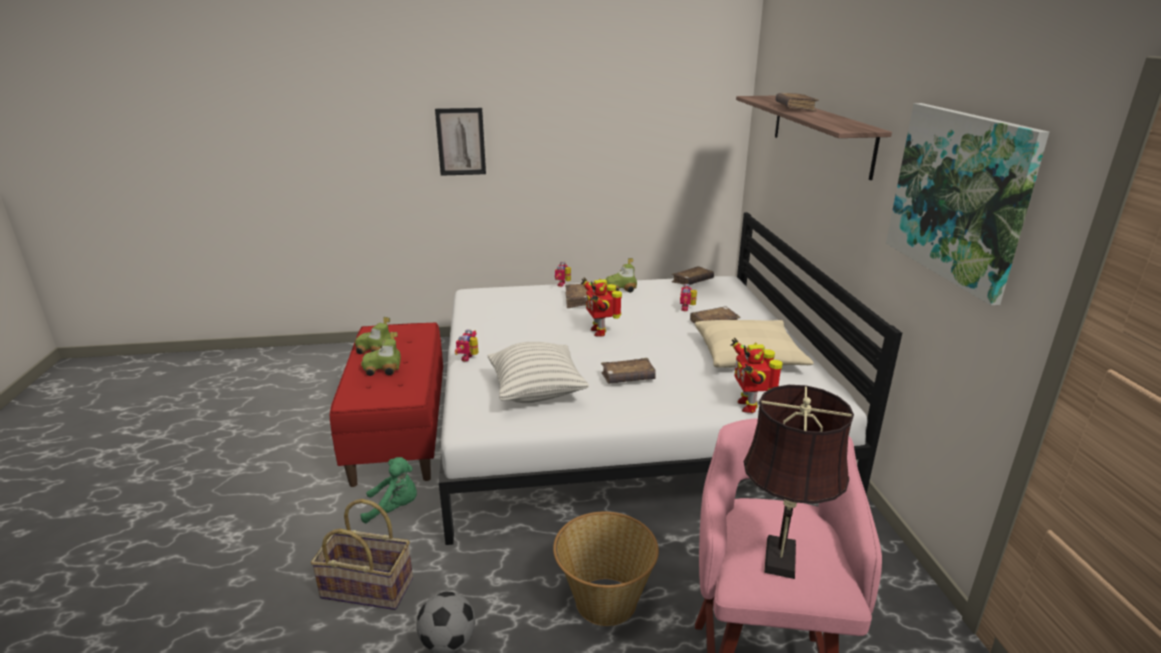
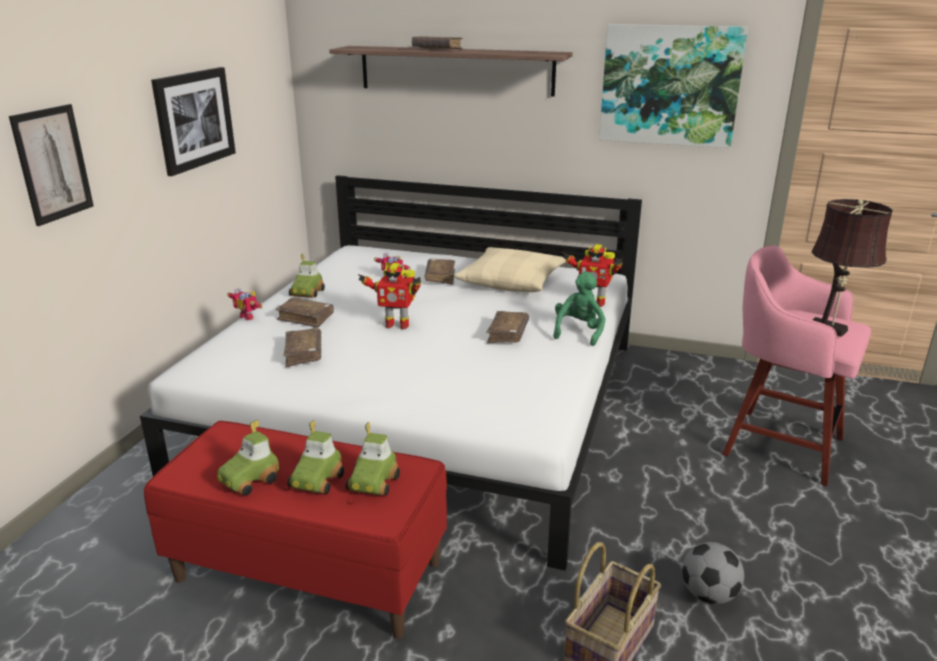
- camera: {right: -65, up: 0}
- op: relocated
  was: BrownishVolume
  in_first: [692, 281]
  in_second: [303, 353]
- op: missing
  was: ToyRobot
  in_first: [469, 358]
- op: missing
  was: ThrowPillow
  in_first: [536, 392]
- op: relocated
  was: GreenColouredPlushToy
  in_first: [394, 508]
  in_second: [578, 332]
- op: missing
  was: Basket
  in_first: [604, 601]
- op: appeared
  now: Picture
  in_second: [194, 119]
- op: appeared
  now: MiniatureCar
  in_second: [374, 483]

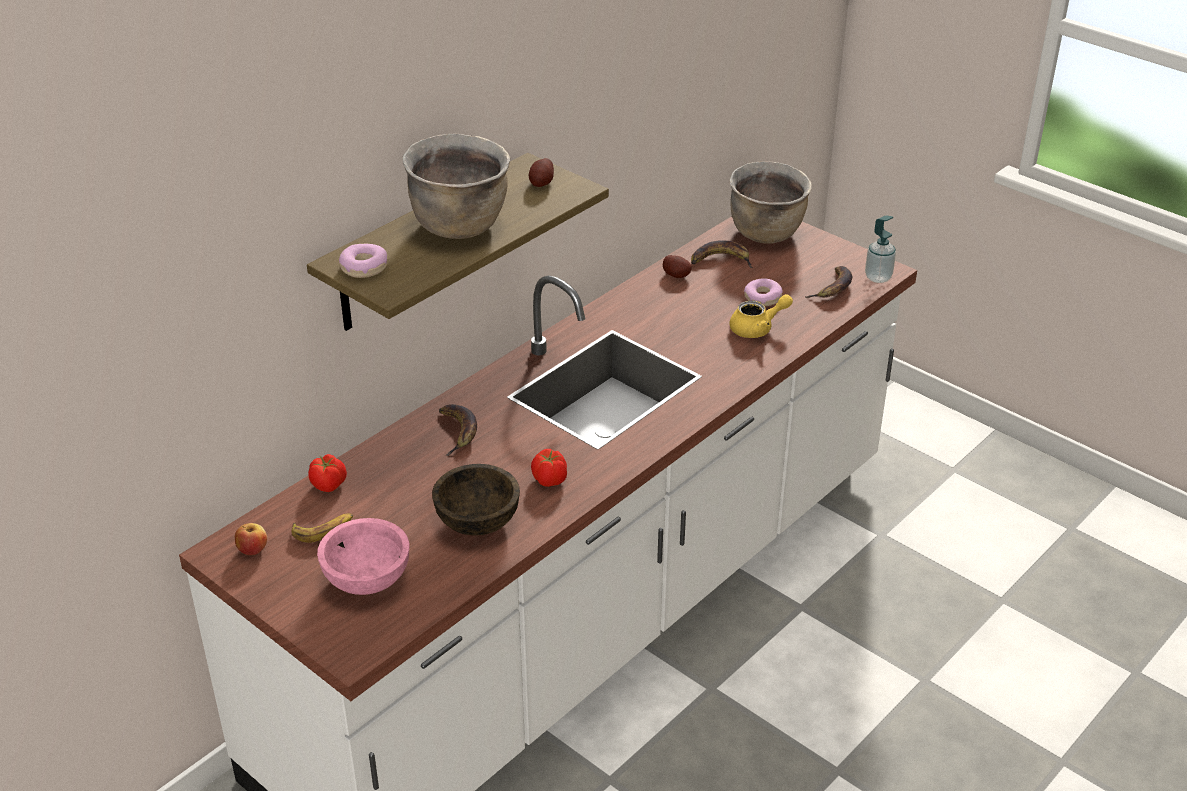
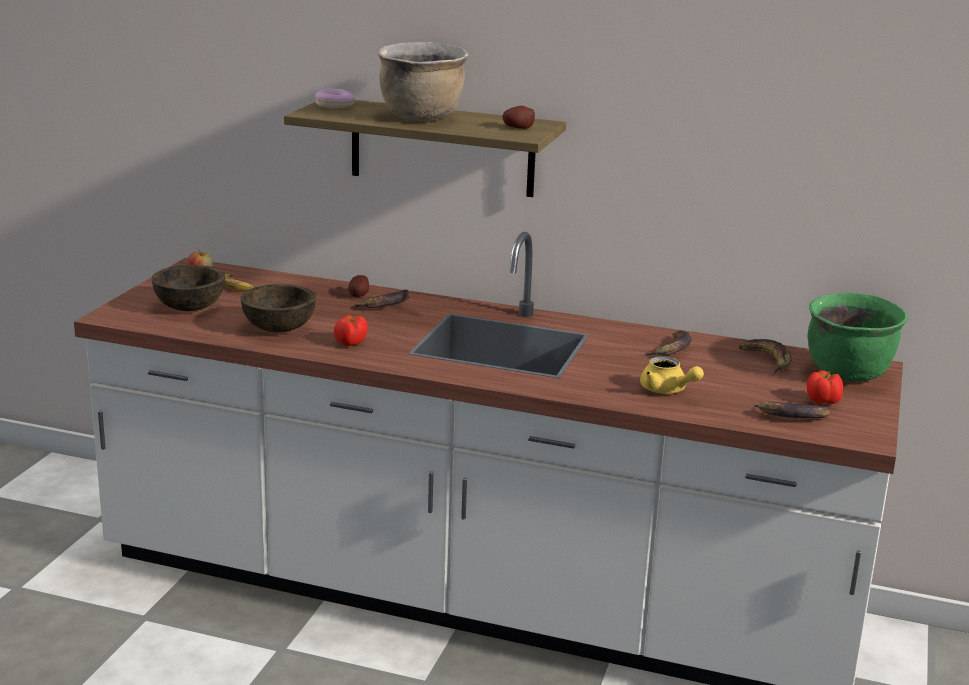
- camera: {right: 65, up: -15}
- op: colour
  was: BrownishCookingPot
  now: GreenColouredCookingPot
  in_first: [766, 233]
  in_second: [848, 374]
- op: missing
  was: SoapDispenser
  in_first: [878, 277]
- op: relocated
  was: Spud
  in_first: [677, 274]
  in_second: [359, 295]
- op: missing
  was: Doughnut
  in_first: [762, 298]
- op: relocated
  was: WholeTomato
  in_first: [329, 485]
  in_second: [823, 401]
- op: colour
  was: PinkishDeepDish
  now: BrownishDeepDish
  in_first: [367, 578]
  in_second: [190, 307]
- op: appeared
  now: WholeBanana
  in_second: [671, 350]

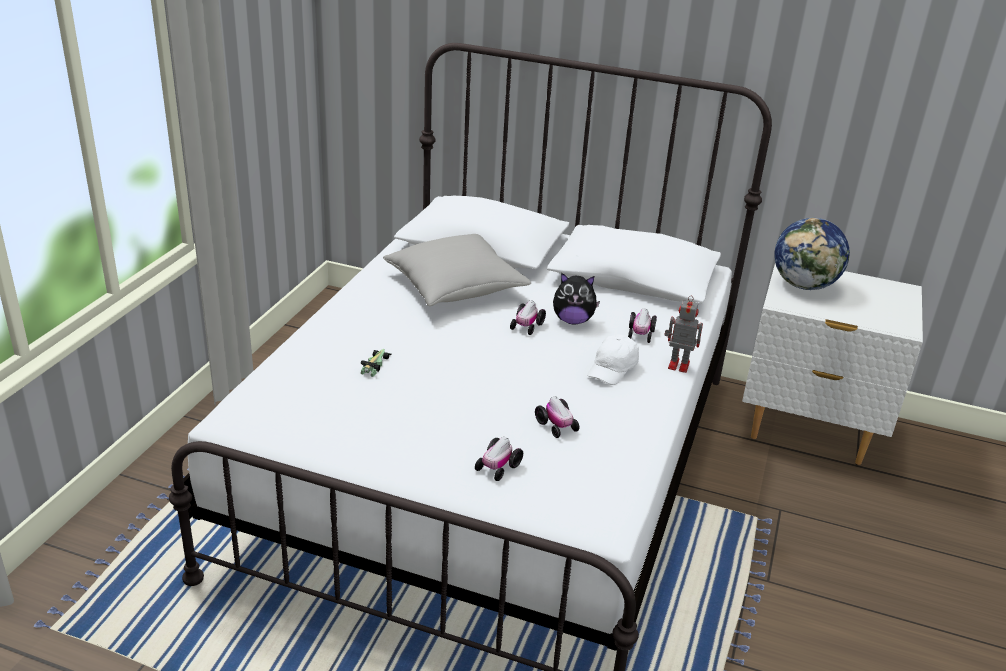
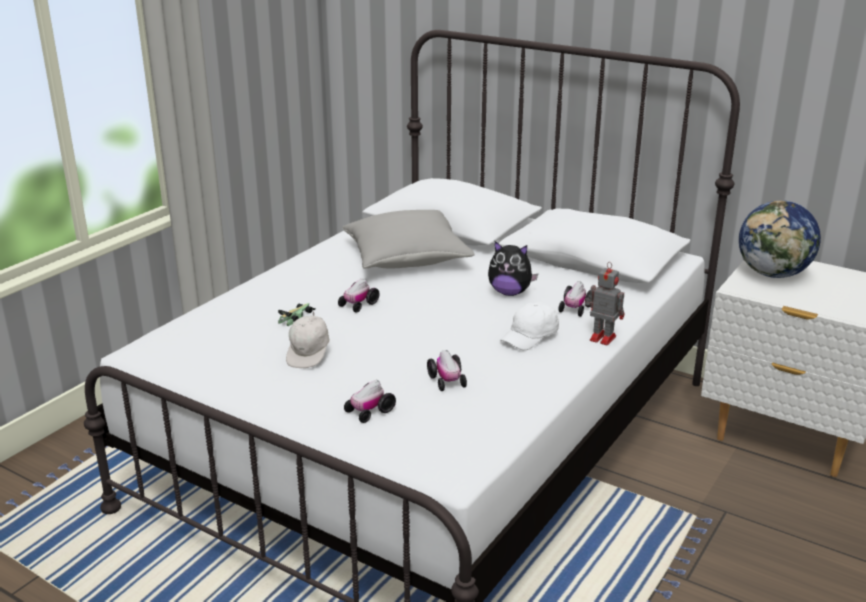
- camera: {right: 15, up: -5}
- op: relocated
  was: MiniatureCar
  in_first: [526, 326]
  in_second: [358, 304]
- op: appeared
  now: WhiteColouredPeakedCap
  in_second: [309, 354]

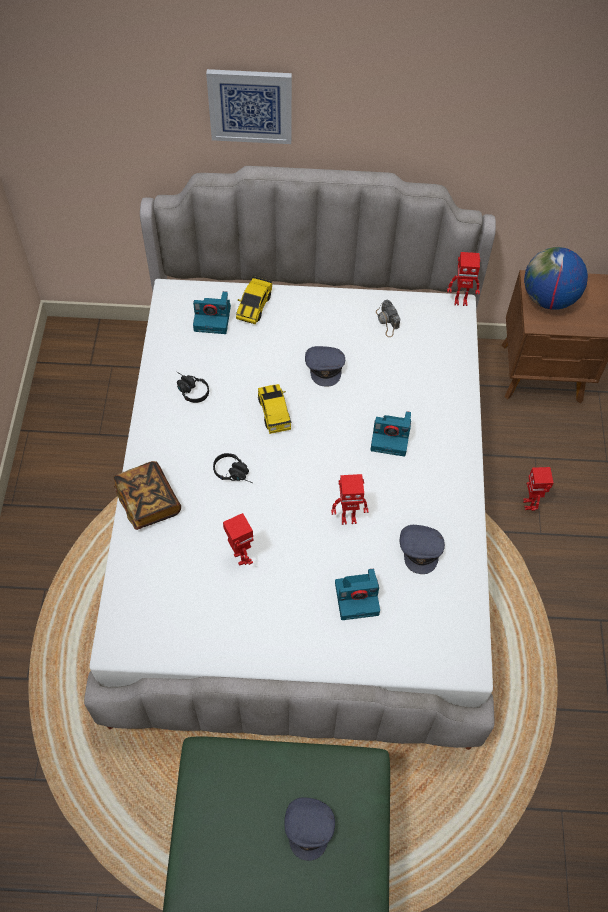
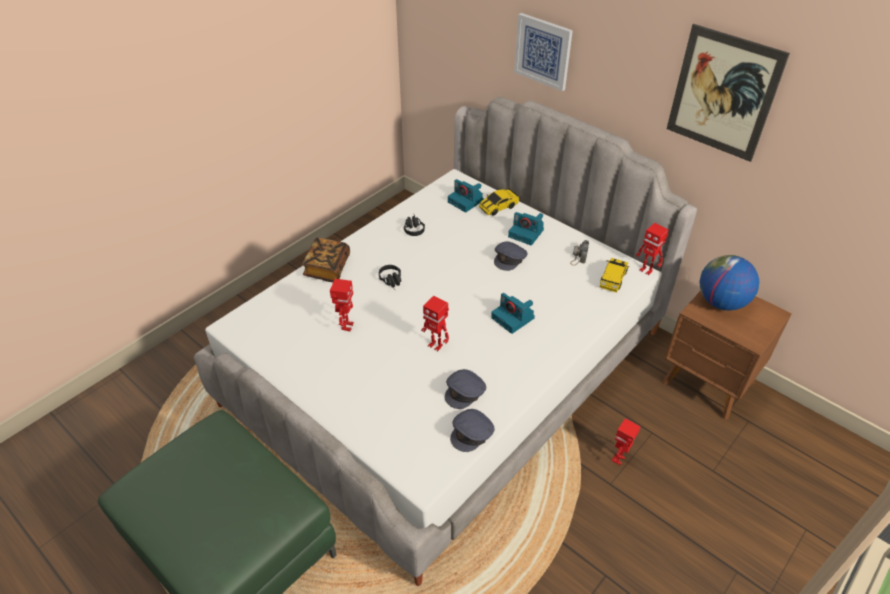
- camera: {right: 40, up: -15}
- op: relocated
  was: MiniatureCar
  in_first: [274, 412]
  in_second: [613, 279]
- op: relocated
  was: StillCamera
  in_first: [358, 597]
  in_second: [527, 233]
- op: relocated
  was: GrayPeakedCap
  in_first: [309, 828]
  in_second: [472, 433]
- op: appeared
  now: Picture
  in_second: [723, 93]

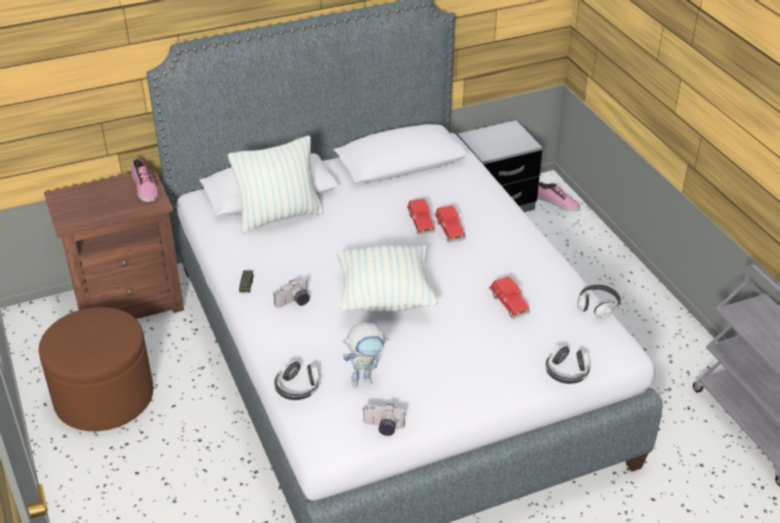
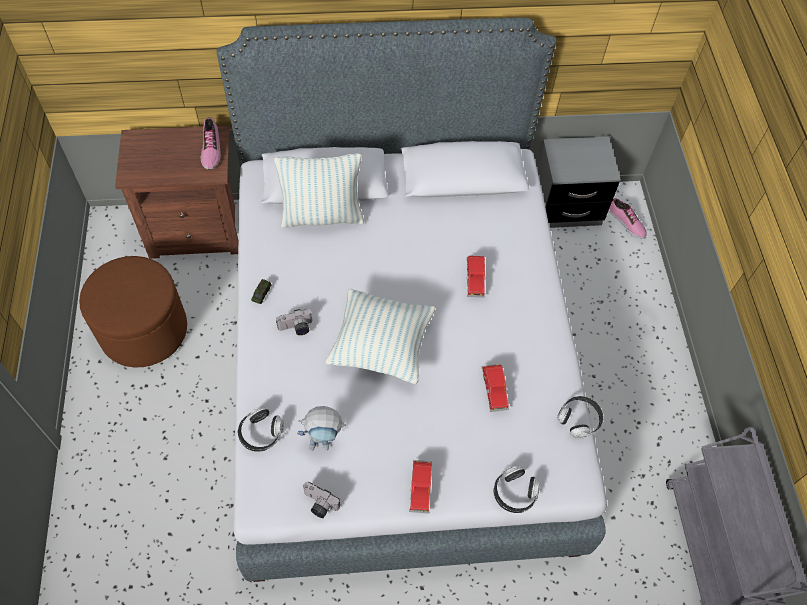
- camera: {right: 15, up: 20}
- op: relocated
  was: ReddishMiniatureCar
  in_first: [420, 223]
  in_second: [420, 488]

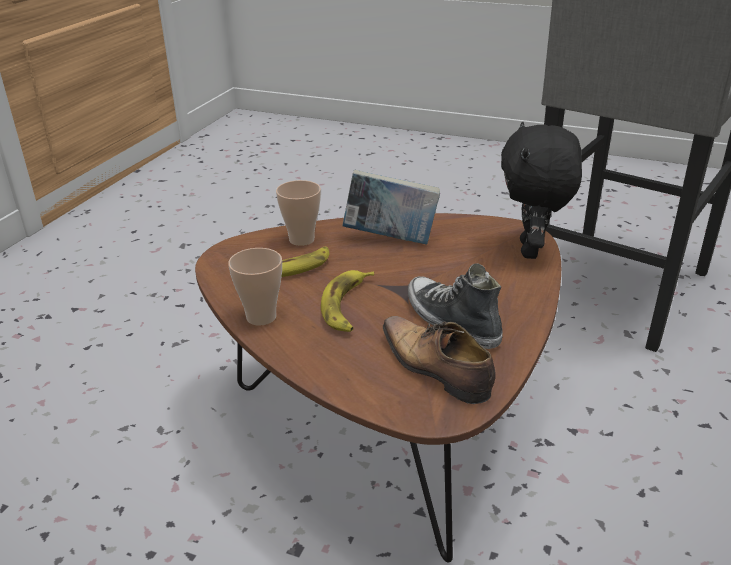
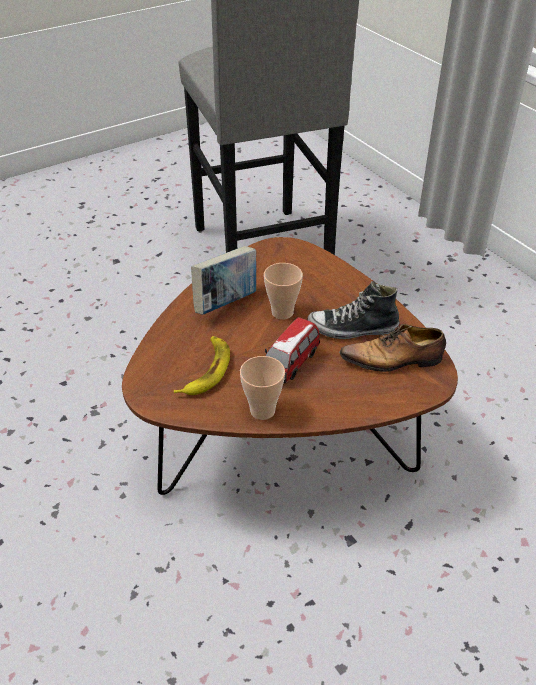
- camera: {right: -55, up: 10}
- op: missing
  was: BlackColouredPlushToy
  in_first: [532, 250]
- op: relocated
  was: Cup
  in_first: [301, 240]
  in_second: [282, 312]
- op: exchanged
  was: WholeBanana
  now: MiniatureCar
  in_first: [347, 306]
  in_second: [291, 364]

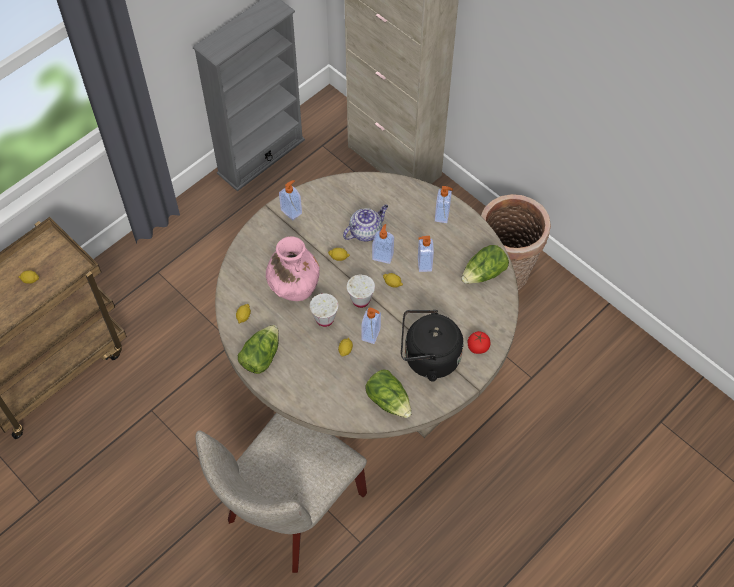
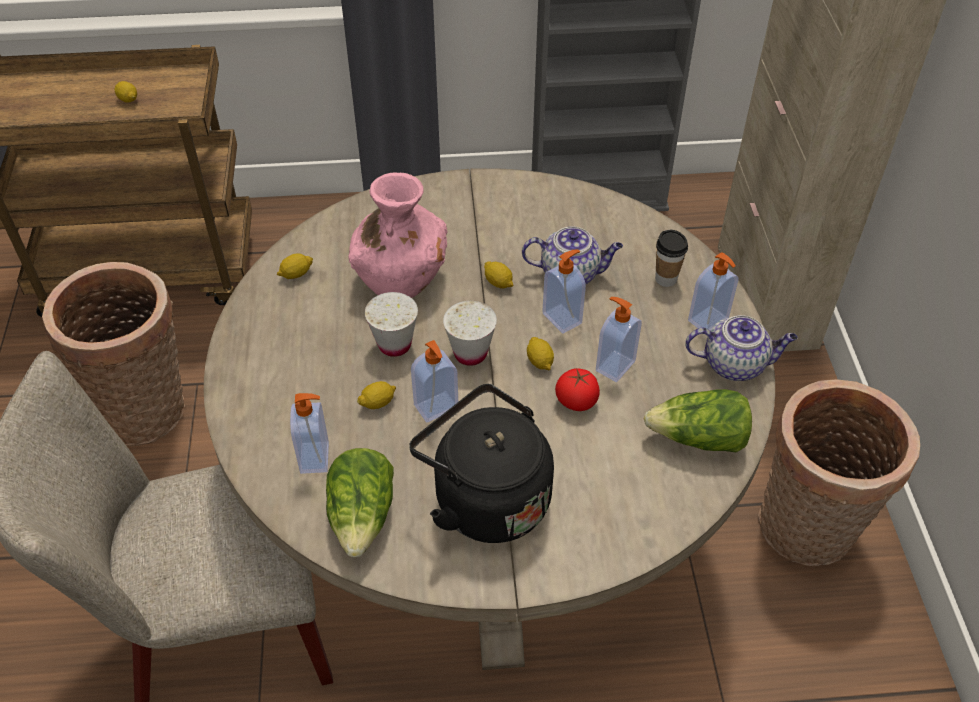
- camera: {right: 40, up: -10}
- op: relocated
  was: SoapDispenser
  in_first: [292, 211]
  in_second: [316, 457]
- op: missing
  was: Lettuce
  in_first: [260, 356]
- op: relocated
  was: WholeTomato
  in_first: [477, 347]
  in_second: [576, 401]
- op: appeared
  now: Cup
  in_second: [666, 279]
- op: appeared
  now: Basket
  in_second: [147, 409]
- op: appeared
  now: PotForTea
  in_second: [735, 364]

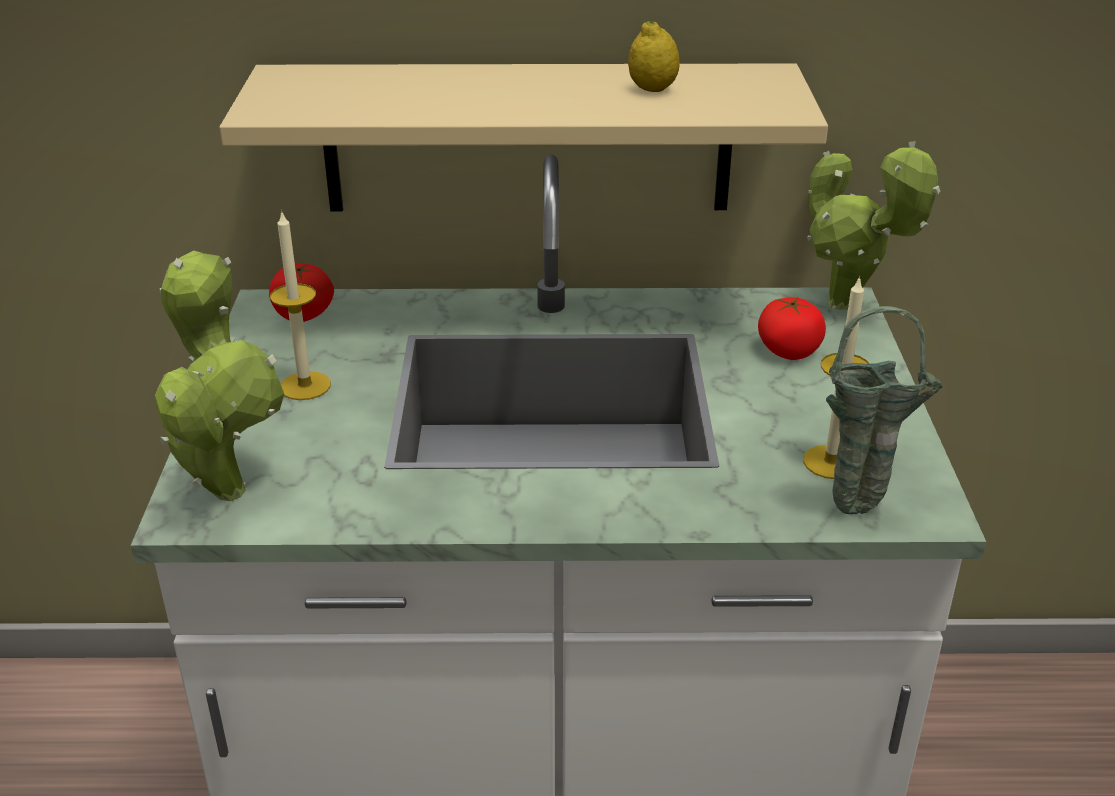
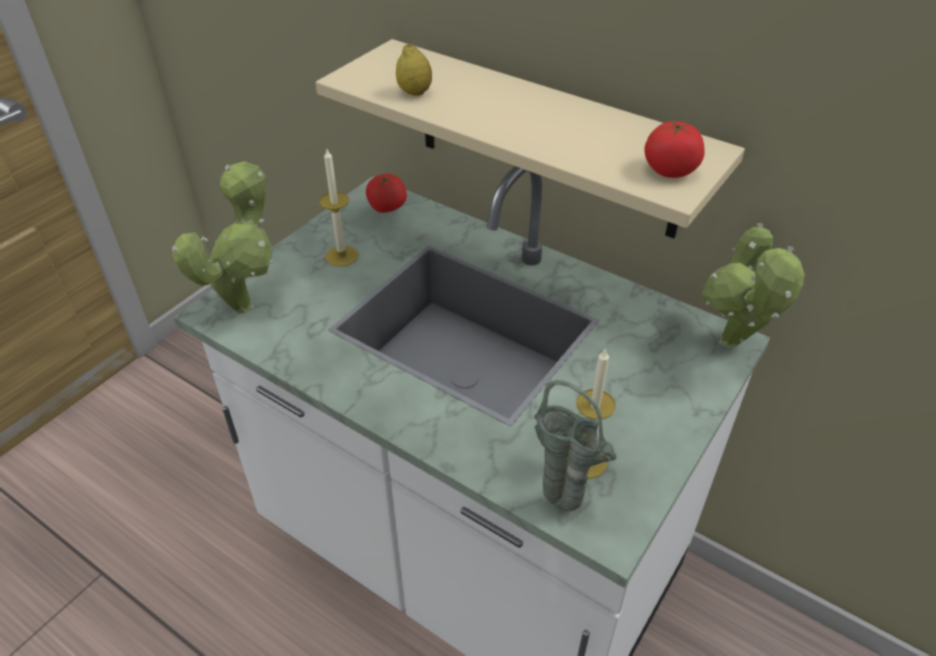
- camera: {right: 35, up: 10}
- op: relocated
  was: Lemon
  in_first: [652, 89]
  in_second: [415, 92]
- op: relocated
  was: WholeTomato
  in_first: [788, 351]
  in_second: [670, 170]

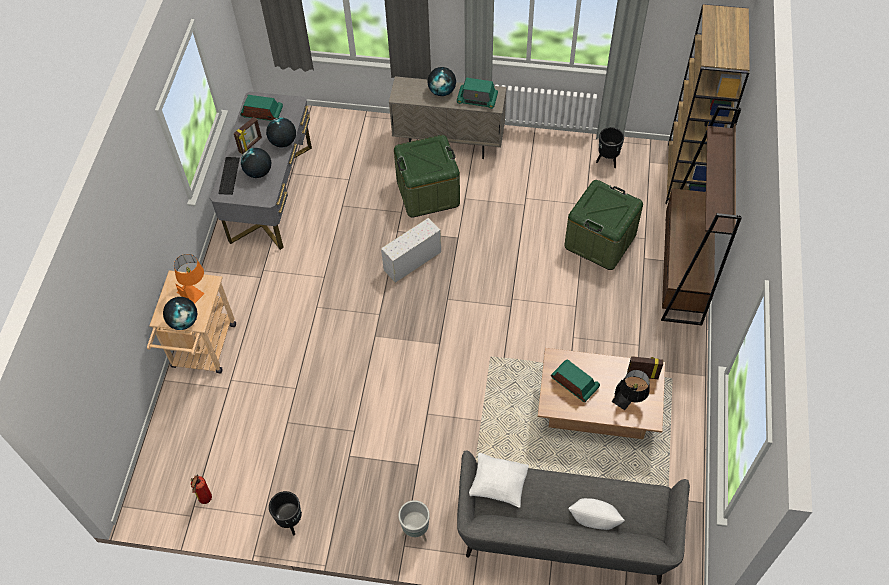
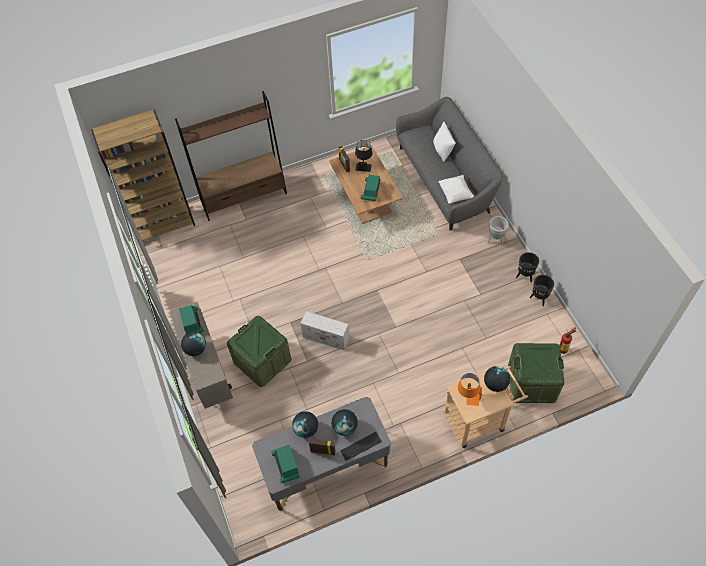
- camera: {right: -120, up: 0}
- op: relocated
  was: BlackColouredFlowerPot
  in_first: [607, 161]
  in_second: [525, 276]
- op: relocated
  was: GreenColouredStorageBin
  in_first: [600, 241]
  in_second: [531, 382]

